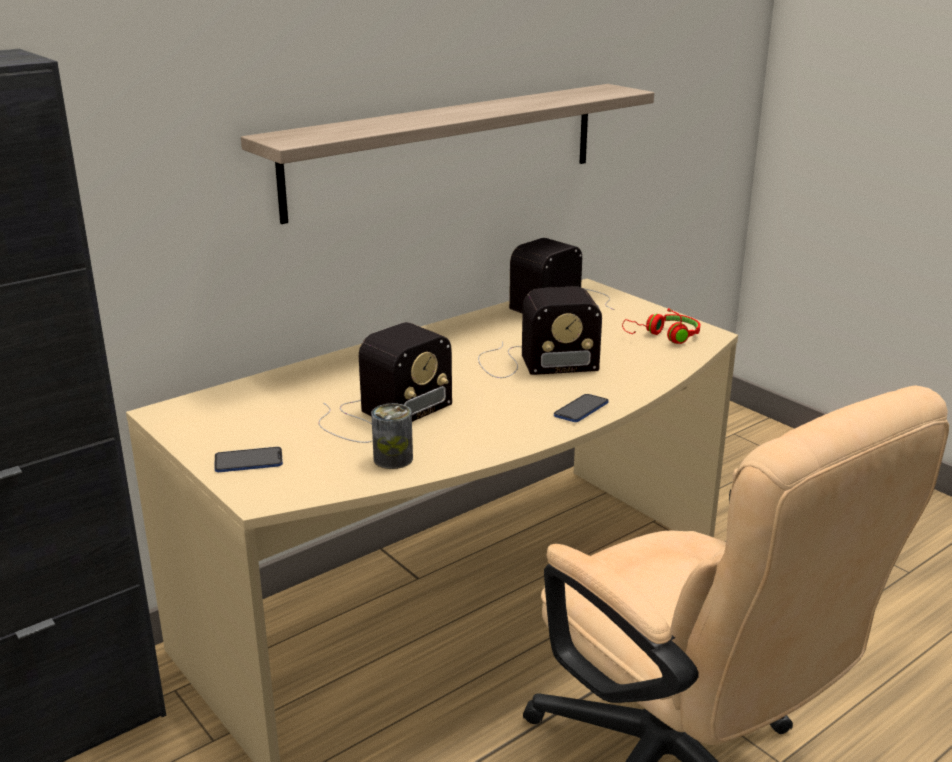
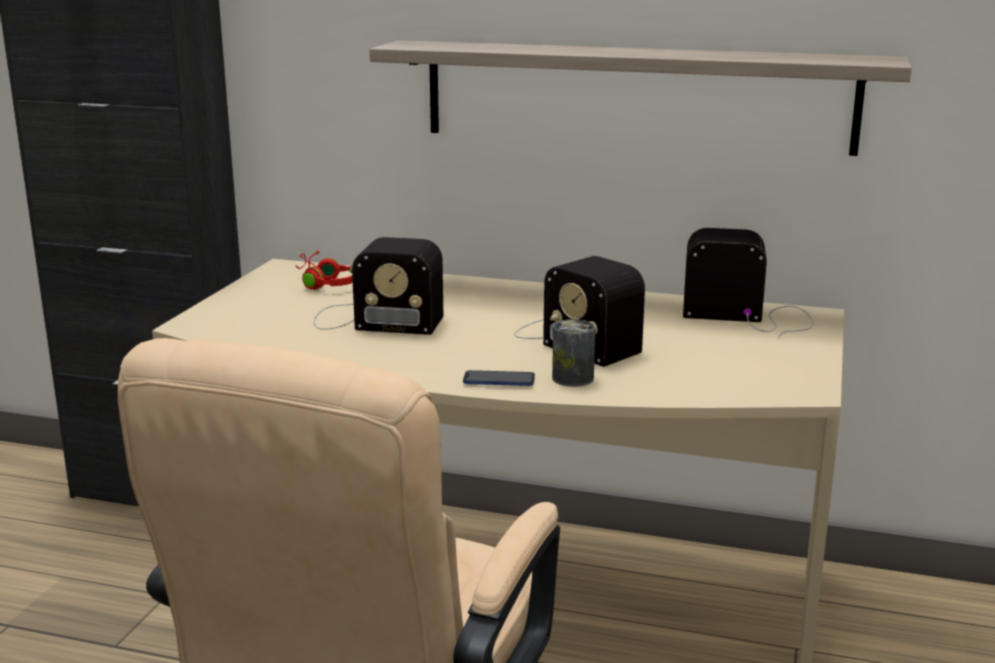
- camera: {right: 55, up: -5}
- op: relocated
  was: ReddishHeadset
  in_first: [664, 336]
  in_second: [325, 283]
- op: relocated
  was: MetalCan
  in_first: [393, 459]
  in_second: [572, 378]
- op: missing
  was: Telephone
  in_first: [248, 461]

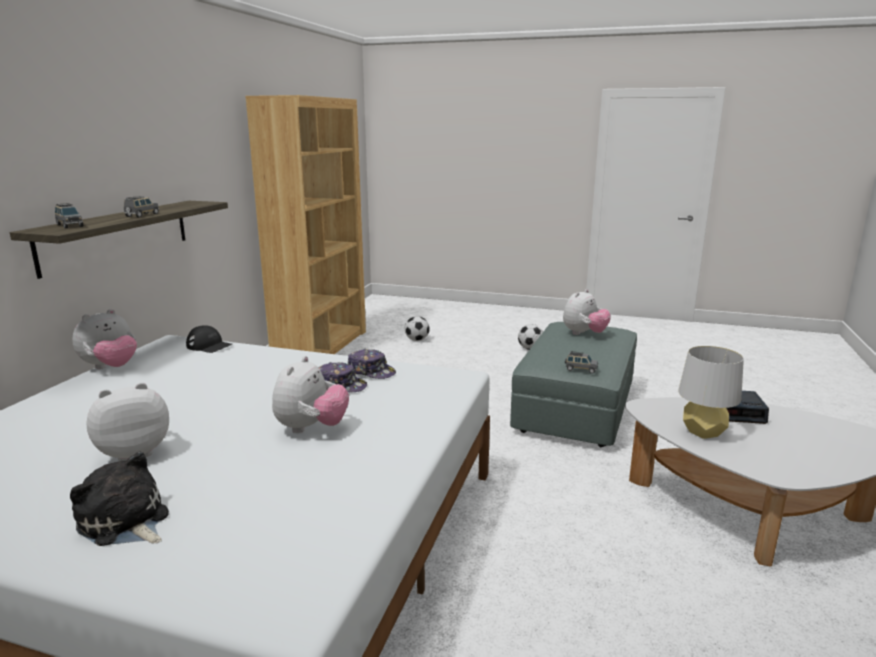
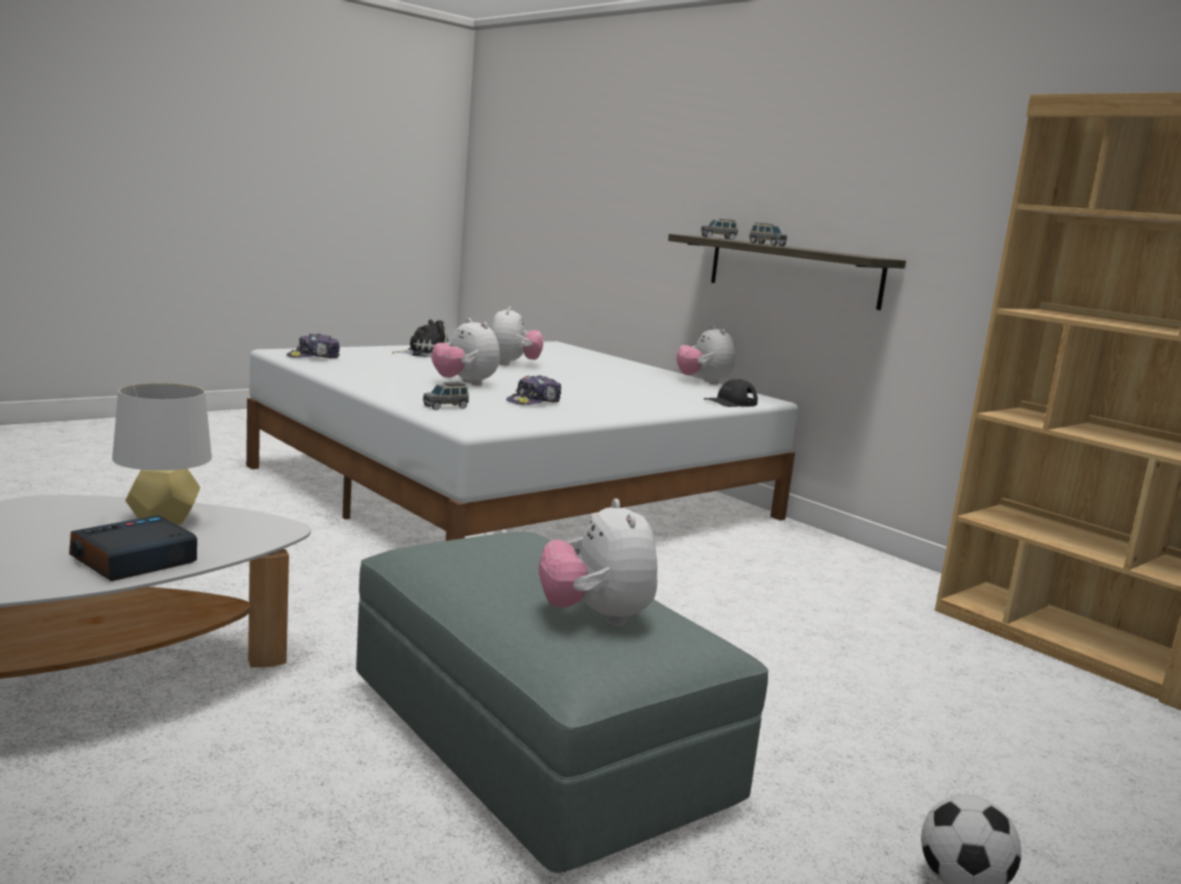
- camera: {right: 120, up: -5}
- op: missing
  was: BallForFootball
  in_first: [417, 340]
- op: relocated
  was: PeakedCap
  in_first: [371, 372]
  in_second: [313, 357]
- op: relocated
  was: GrayMiniatureCar
  in_first: [580, 369]
  in_second: [446, 407]

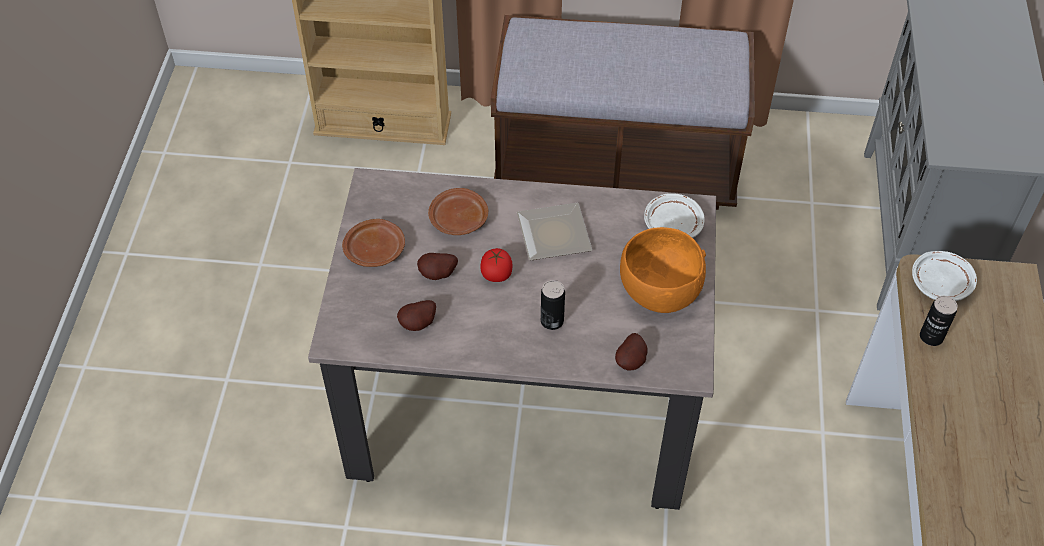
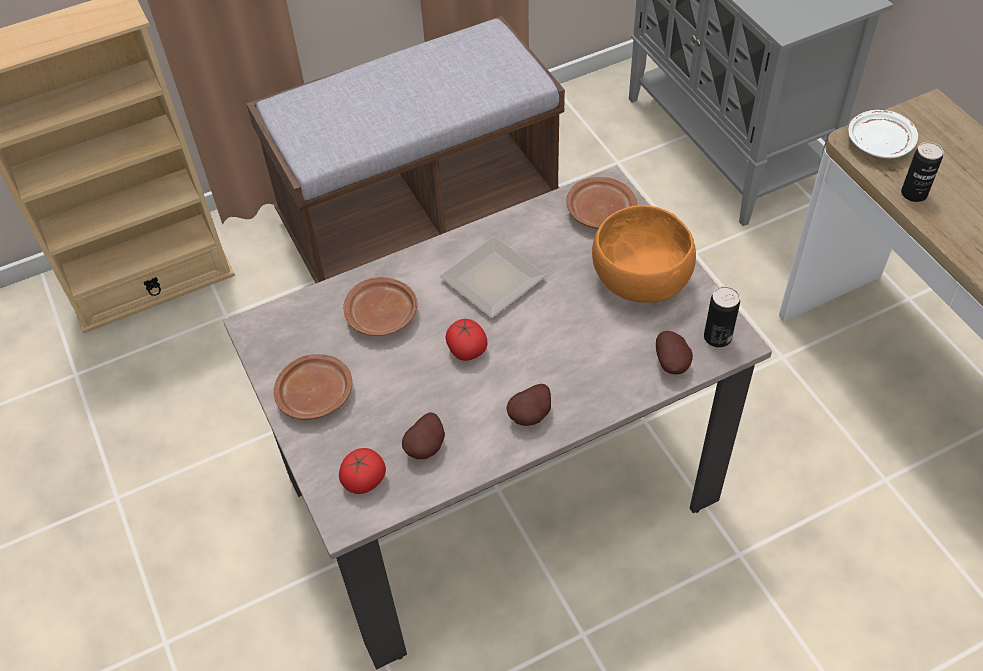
- camera: {right: -30, up: 0}
- op: colour
  was: WhiteColouredPlate
  now: BrownishPlate
  in_first: [672, 224]
  in_second: [599, 212]
- op: relocated
  was: Spud
  in_first: [438, 275]
  in_second: [532, 416]
- op: relocated
  was: MetalCan
  in_first: [552, 321]
  in_second: [717, 337]
- op: appeared
  now: WholeTomato
  in_second: [364, 480]

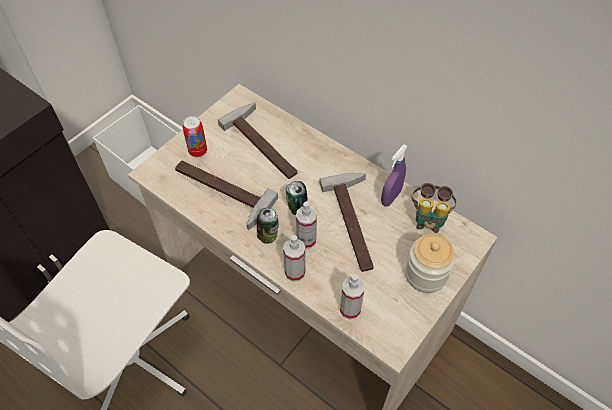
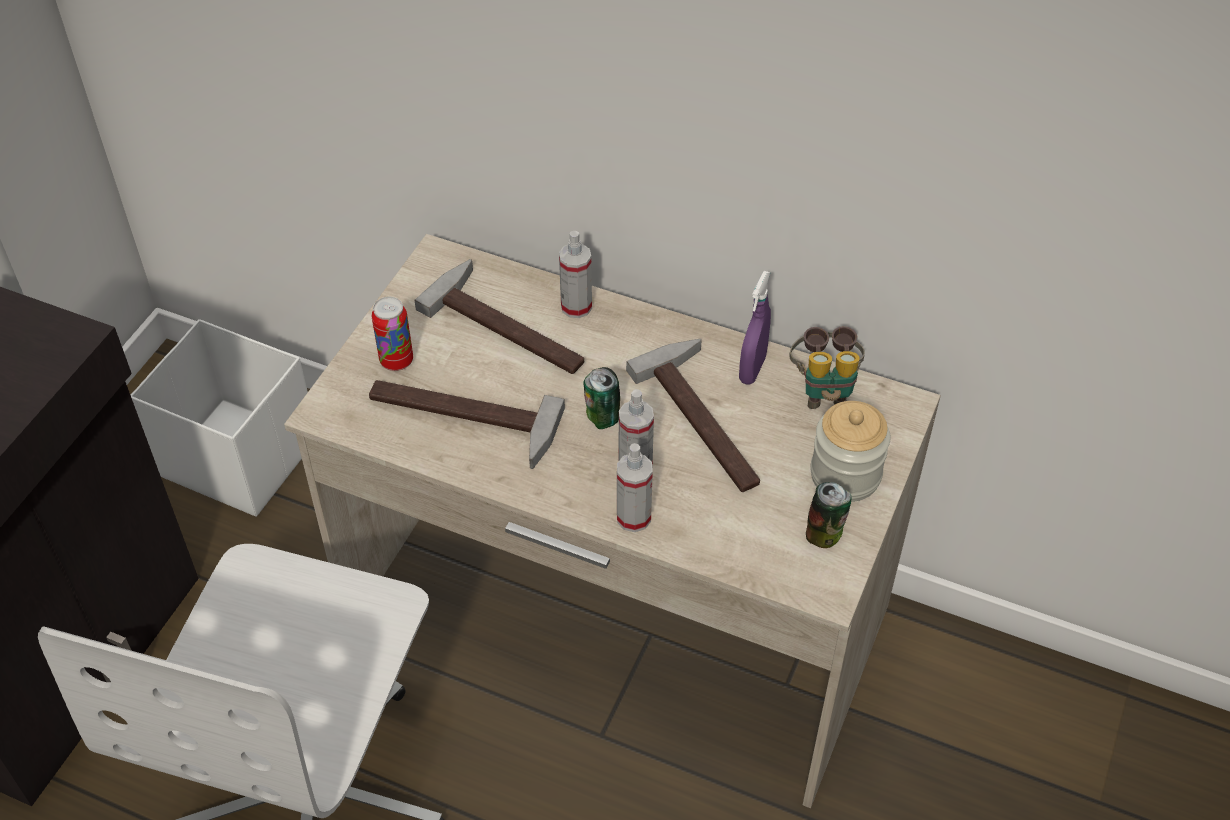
- camera: {right: -15, up: -5}
- op: relocated
  was: MetalCan
  in_first: [269, 236]
  in_second: [824, 535]
- op: relocated
  was: HandSprayer
  in_first: [350, 309]
  in_second: [576, 307]

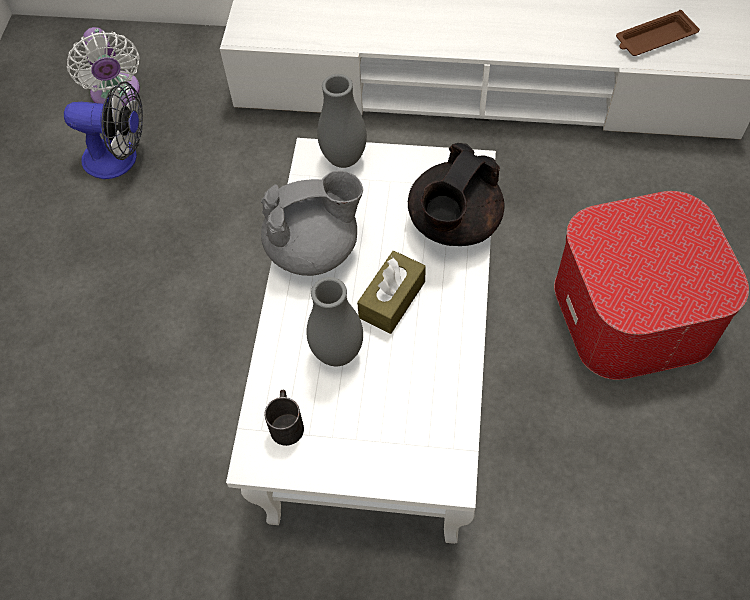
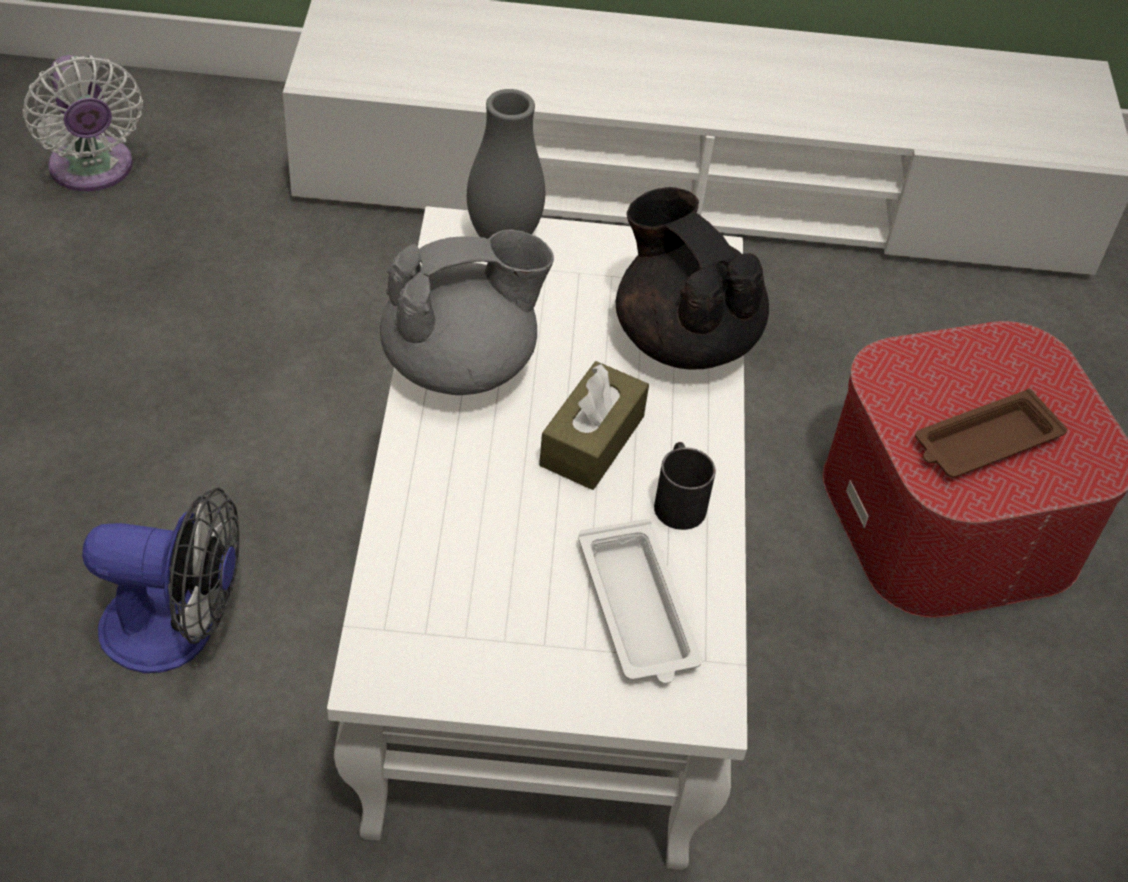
- camera: {right: -10, up: -10}
- op: relocated
  was: BrownishServingTray
  in_first: [654, 39]
  in_second: [984, 442]
- op: relocated
  was: ElectricFan
  in_first: [120, 159]
  in_second: [178, 630]
- op: spun
  was: BlackColouredPotForTea
  in_first: [453, 225]
  in_second: [684, 337]
  clockwise: 120
- op: missing
  was: GrayVase
  in_first: [337, 353]
- op: relocated
  was: BlackColouredCoffeeMug
  in_first: [286, 422]
  in_second: [678, 499]
- op: appeared
  now: WhiteColouredServingTray
  in_second: [637, 610]

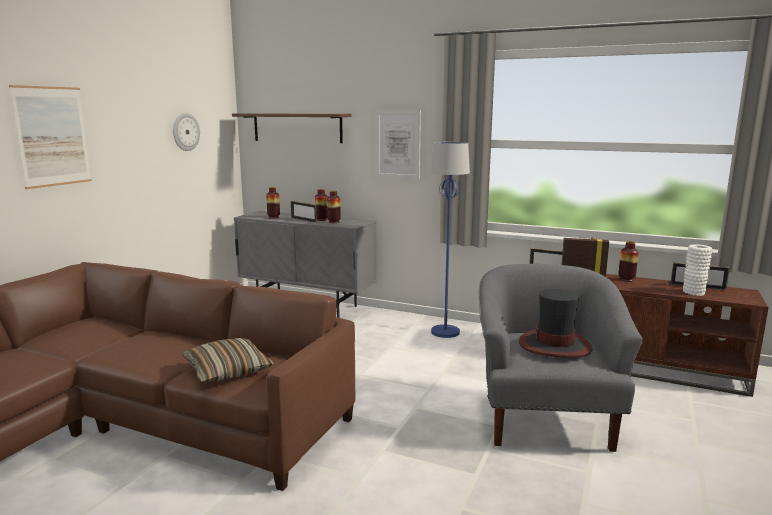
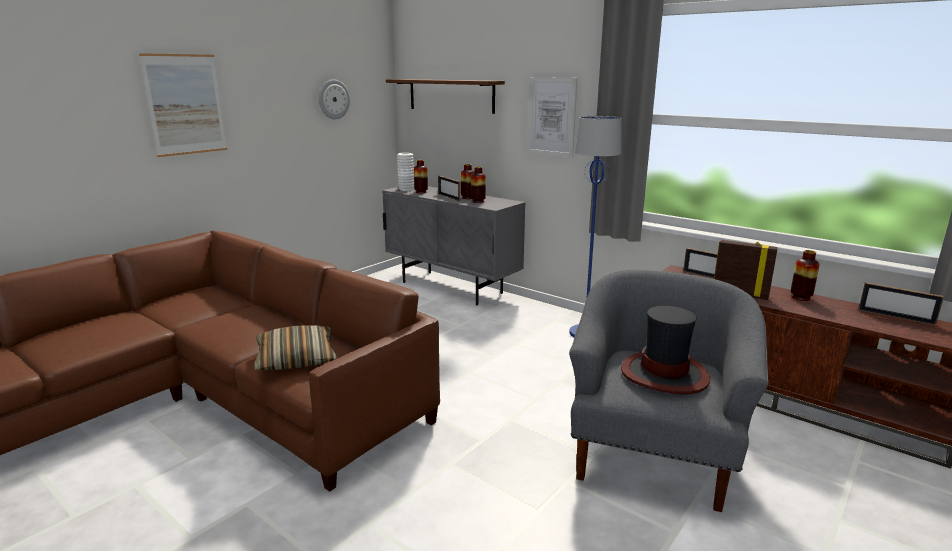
- camera: {right: 15, up: 5}
- op: relocated
  was: WhiteColouredVase
  in_first: [693, 292]
  in_second: [406, 189]

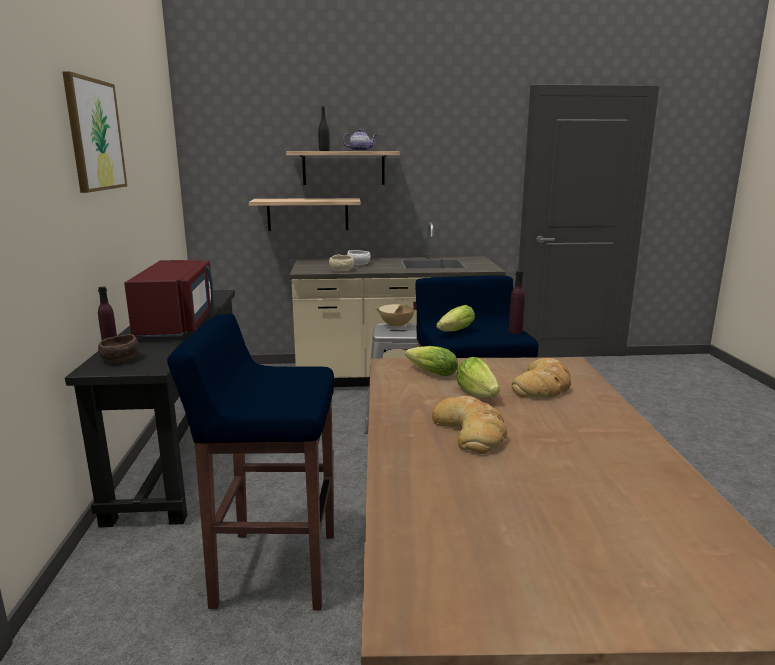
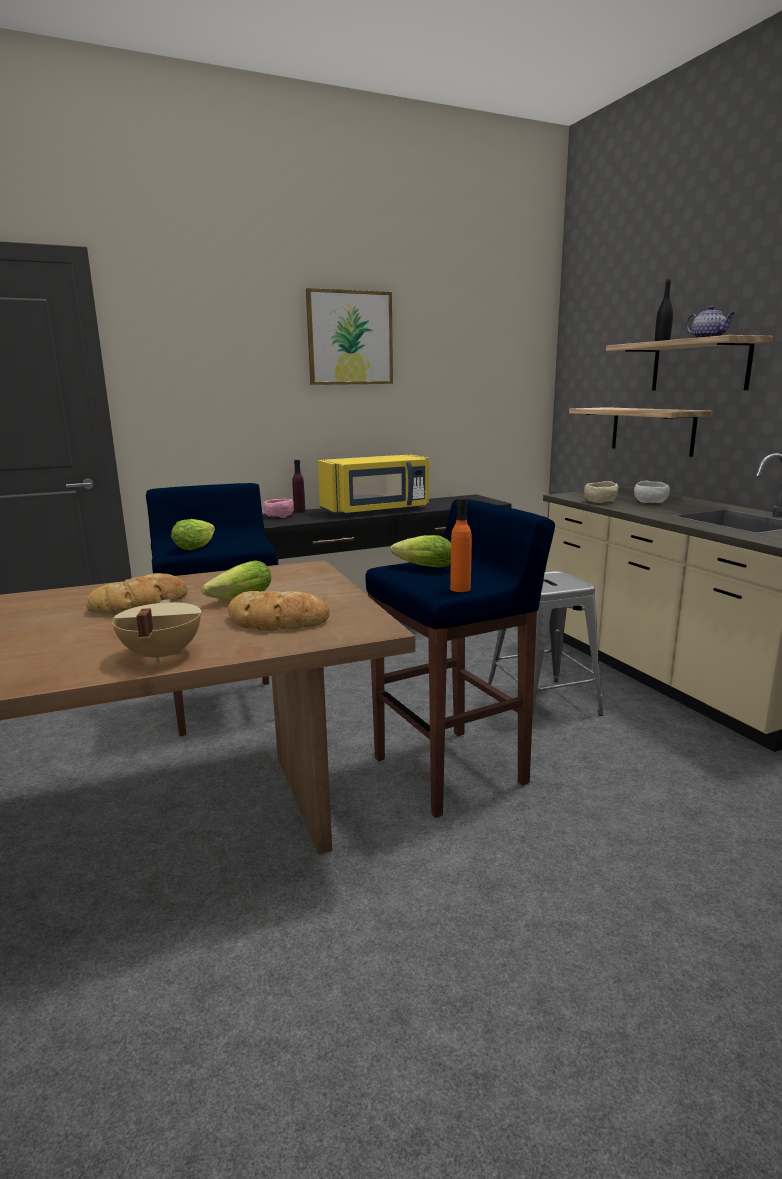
- camera: {right: 70, up: 0}
- op: colour
  was: ReddishKitchenMicrowave
  now: YellowColouredKitchenMicrowave
  in_first: [177, 324]
  in_second: [376, 511]
- op: colour
  was: PurpleColouredDrinkBottle
  now: OrangeColouredDrinkBottle
  in_first: [515, 332]
  in_second: [460, 589]
- op: relocated
  was: SandColouredCookingPot
  in_first: [396, 326]
  in_second: [160, 655]
- op: colour
  was: BrownishDeepDish
  now: PinkishDeepDish
  in_first: [119, 360]
  in_second: [278, 516]
- op: relocated
  was: Lettuce
  in_first: [429, 372]
  in_second: [197, 546]

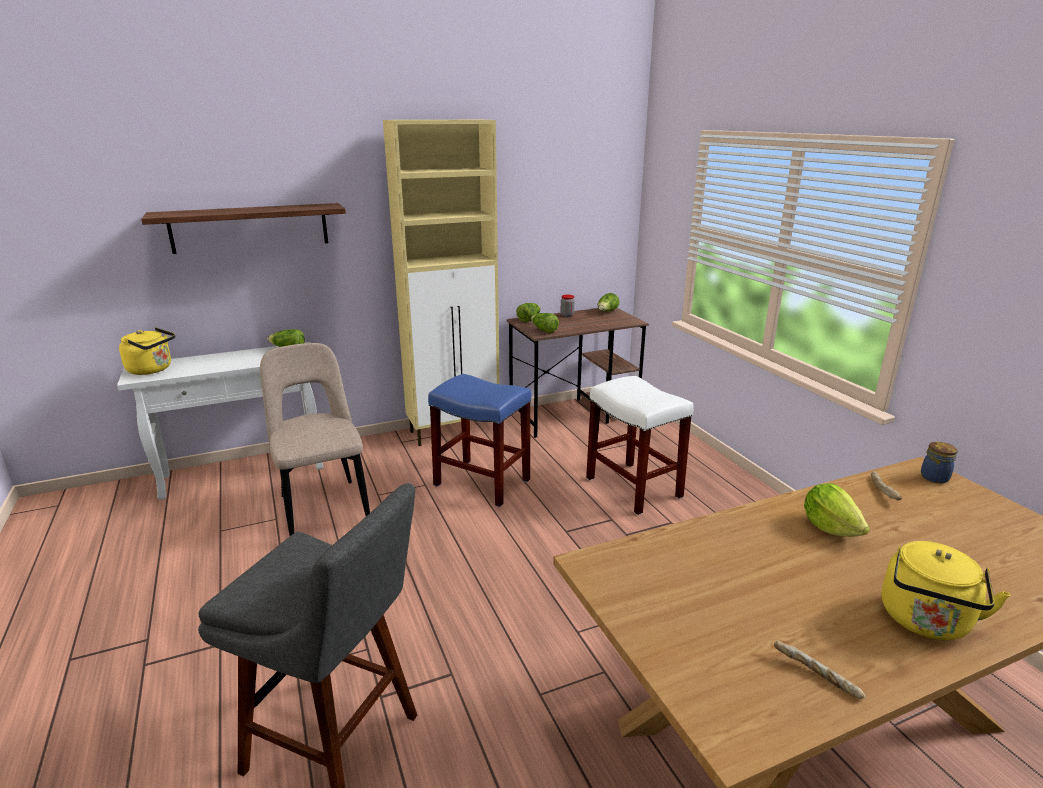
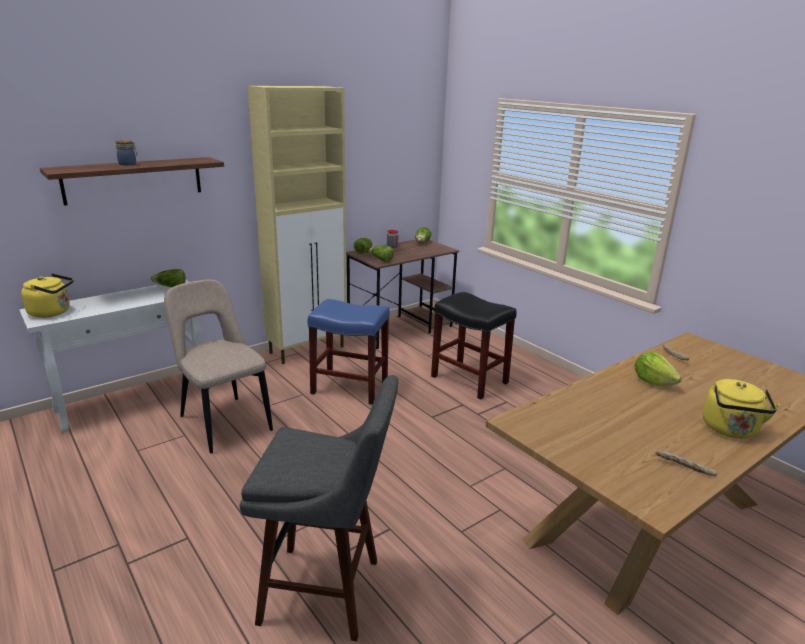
- camera: {right: -15, up: 0}
- op: colour
  was: WhiteColouredSittingStool
  now: BlackColouredSittingStool
  in_first: [634, 488]
  in_second: [470, 379]
- op: relocated
  was: Jar
  in_first: [935, 477]
  in_second: [128, 164]

